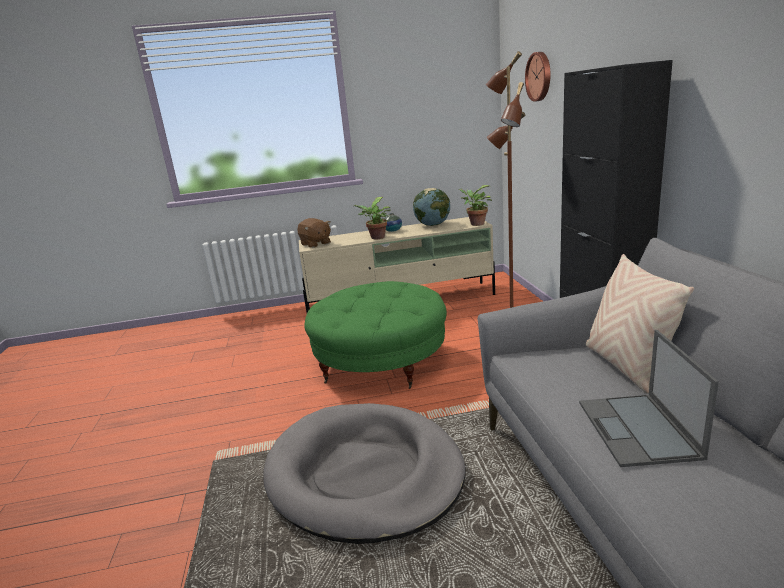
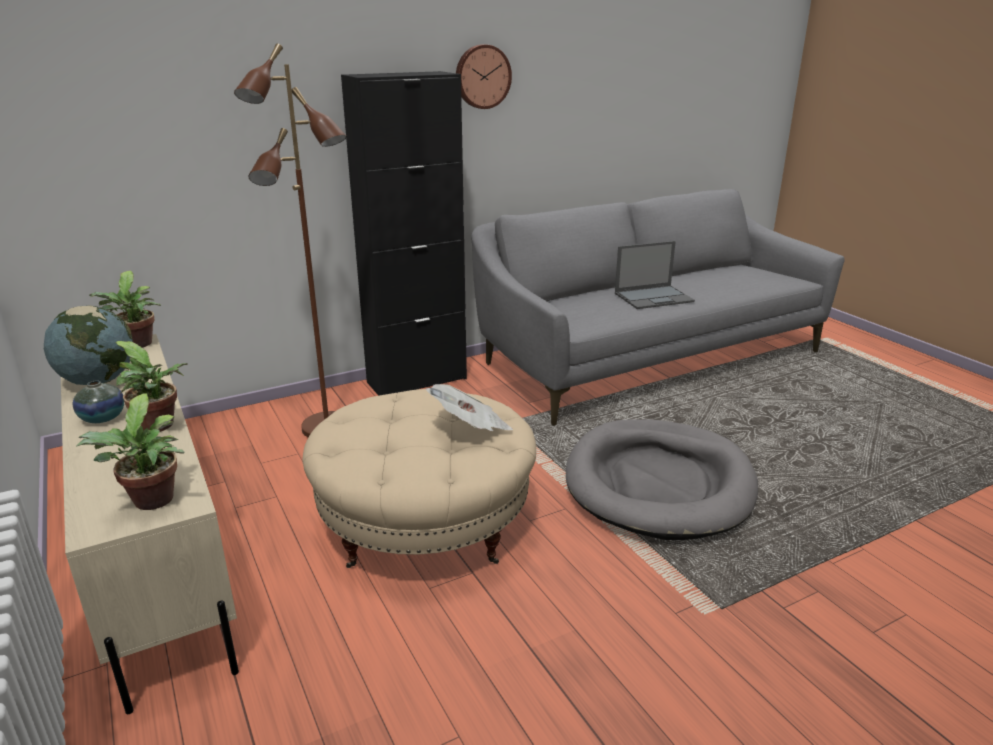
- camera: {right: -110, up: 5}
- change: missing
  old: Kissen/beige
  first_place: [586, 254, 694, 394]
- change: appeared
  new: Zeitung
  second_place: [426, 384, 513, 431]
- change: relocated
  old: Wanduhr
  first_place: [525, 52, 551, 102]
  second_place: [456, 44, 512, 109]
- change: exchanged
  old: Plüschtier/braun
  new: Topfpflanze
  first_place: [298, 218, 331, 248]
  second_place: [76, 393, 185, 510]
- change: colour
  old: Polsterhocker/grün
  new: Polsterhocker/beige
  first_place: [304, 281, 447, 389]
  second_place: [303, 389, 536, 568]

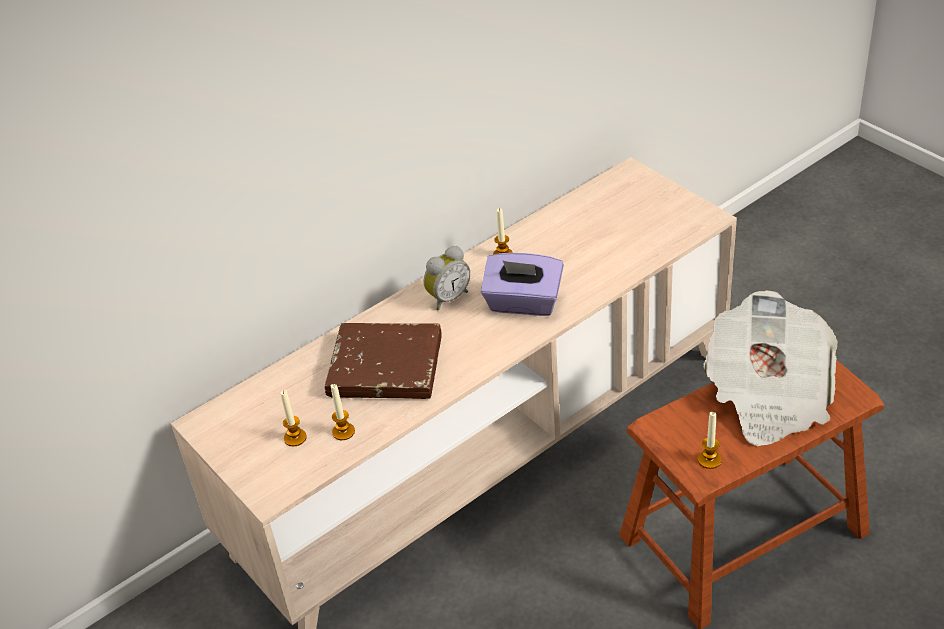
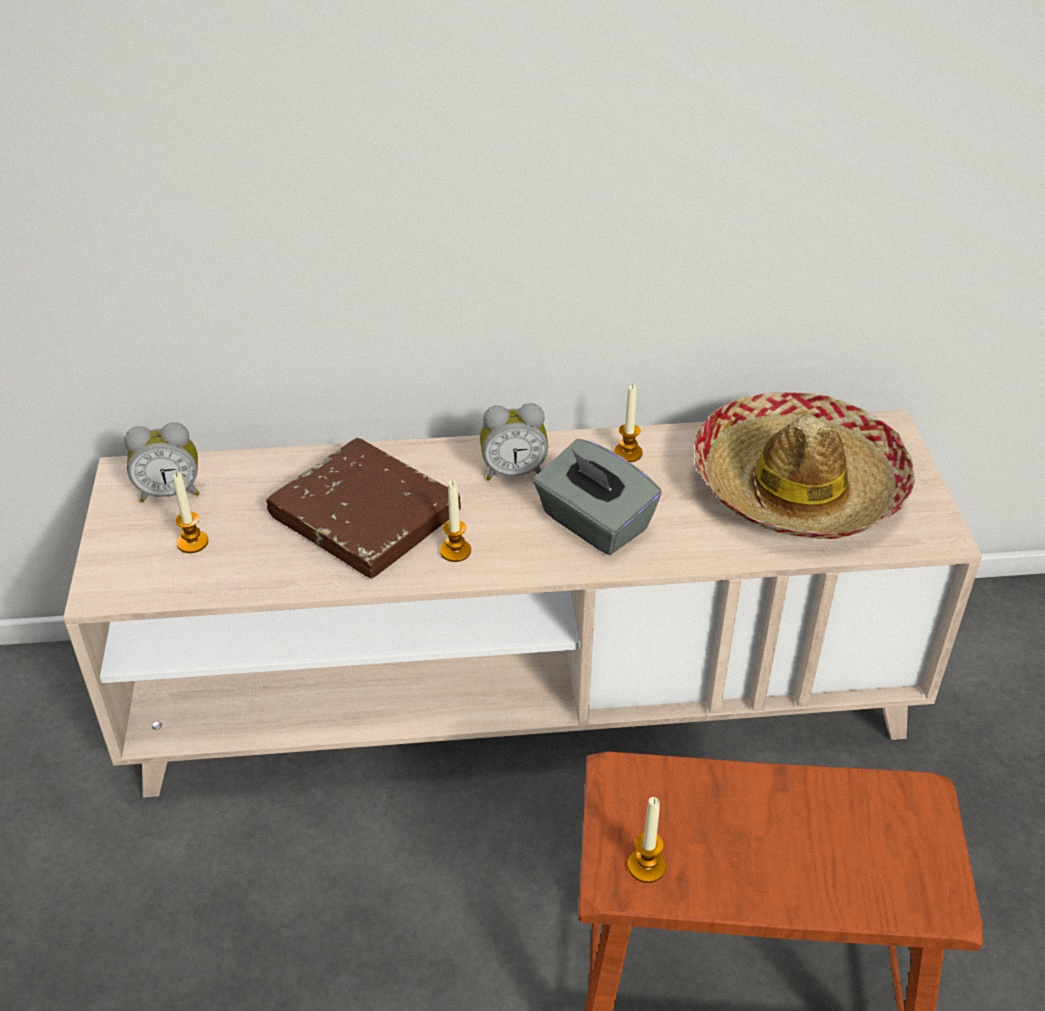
- camera: {right: 30, up: 0}
- change: missing
  old: Zeitung
  first_place: [703, 290, 838, 446]
- change: appeared
  new: Wecker
  second_place: [124, 422, 200, 502]
- change: appeared
  new: Hut
  second_place: [694, 392, 915, 539]
- change: relocated
  old: Kerze
  first_place: [331, 384, 355, 440]
  second_place: [440, 481, 471, 562]
- change: colour
  old: Taschentuchbox/lila
  new: Taschentuchbox/grau
  first_place: [481, 253, 564, 316]
  second_place: [533, 439, 662, 555]

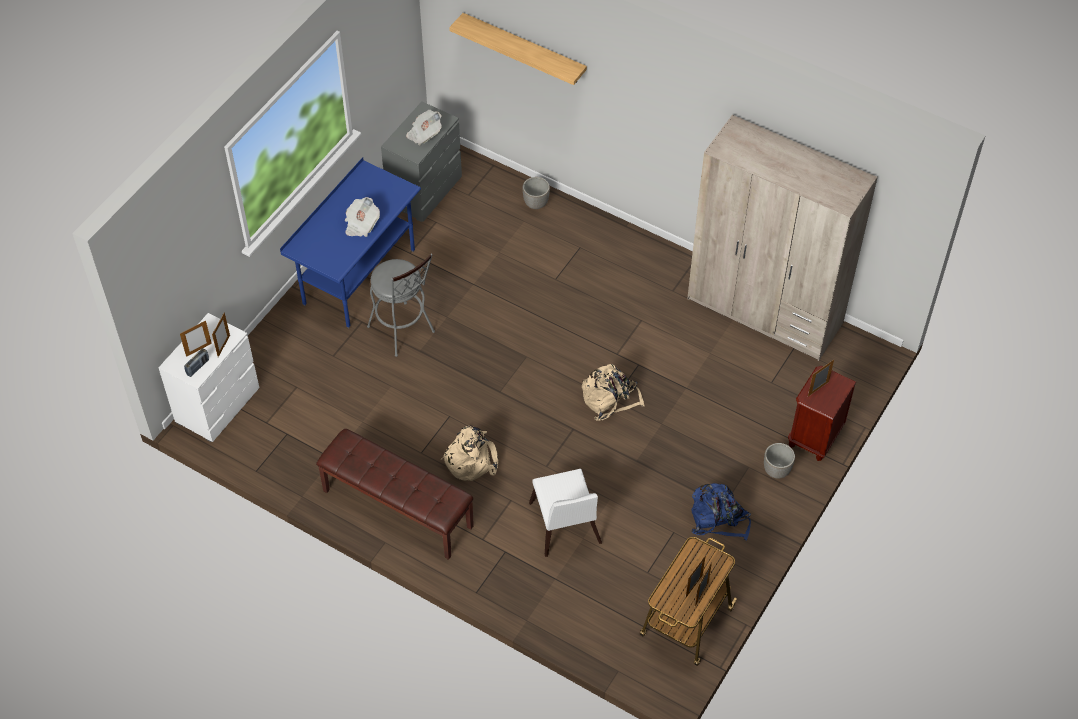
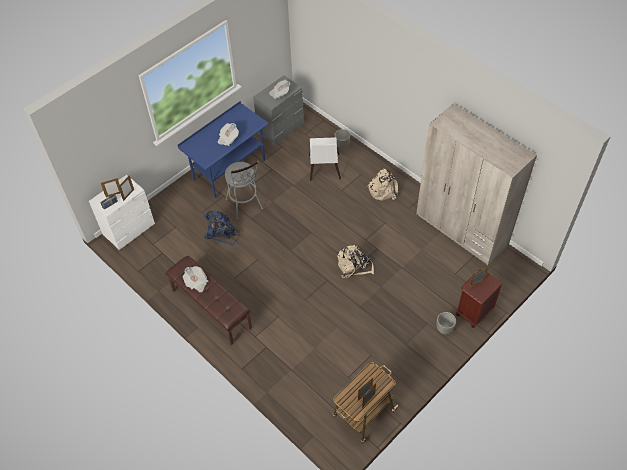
- camera: {right: 15, up: 0}
- change: missing
  old: Wandregal
  first_place: [449, 13, 587, 85]
- change: appeared
  new: Zeitung
  second_place: [183, 266, 208, 292]
- change: relocated
  old: Rucksack/beige
  first_place: [441, 425, 498, 481]
  second_place: [368, 168, 398, 201]
- change: relocated
  old: Stuhl/weiß
  first_place: [529, 469, 602, 557]
  second_place: [309, 137, 341, 181]
- change: relocated
  old: Rucksack/blau
  first_place: [691, 483, 751, 541]
  second_place: [204, 211, 238, 247]

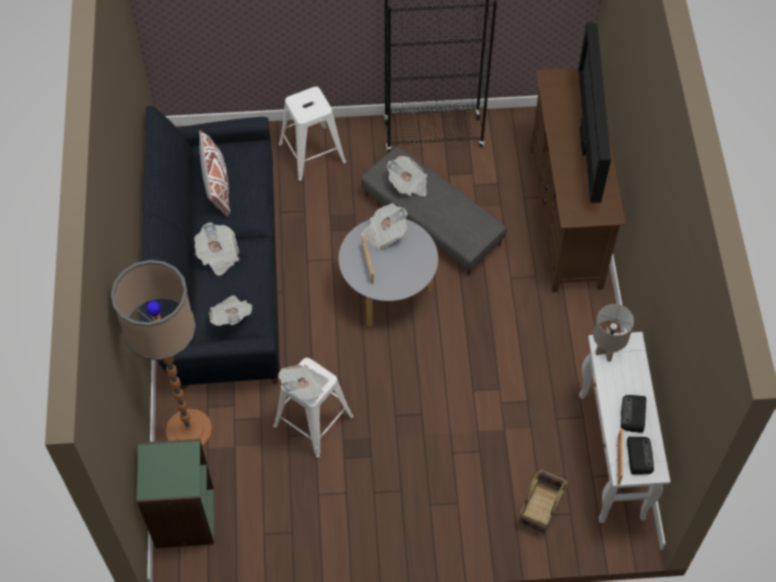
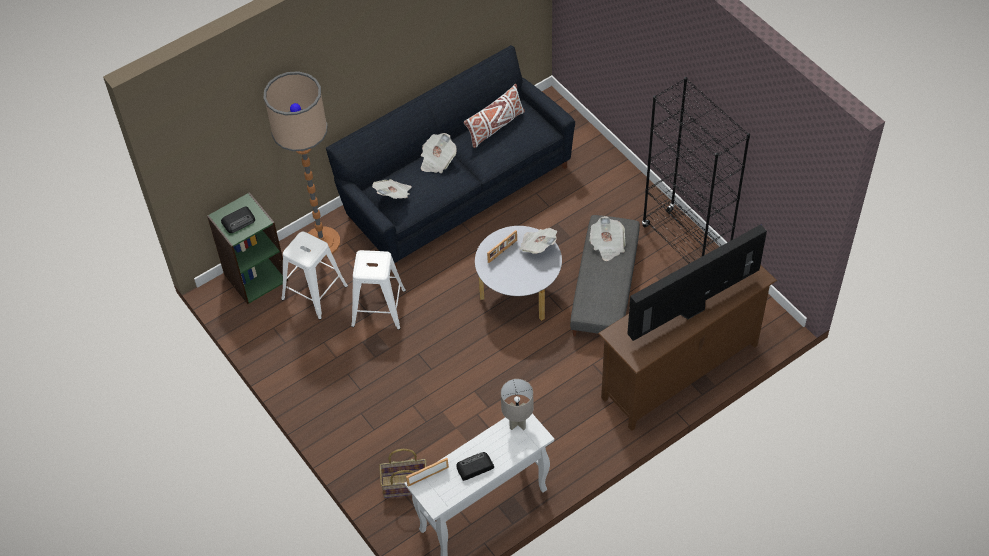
- camera: {right: 60, up: -5}
- change: missing
  old: Zeitung
  first_place: [278, 365, 329, 399]
- change: relocated
  old: Hocker/weiß
  first_place: [278, 87, 347, 182]
  second_place: [281, 232, 348, 320]
- change: relocated
  old: Radio
  first_place: [627, 437, 654, 475]
  second_place: [221, 206, 255, 233]

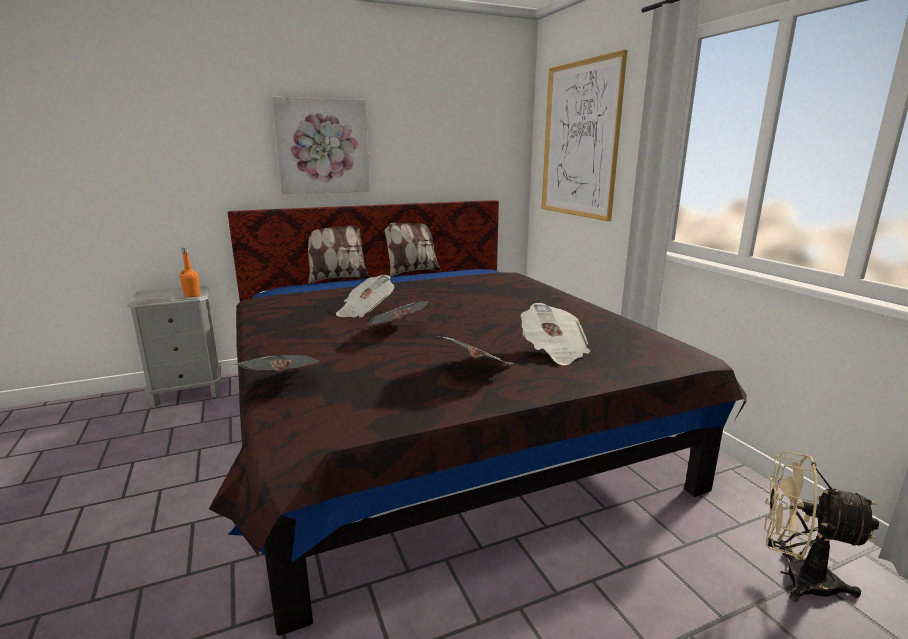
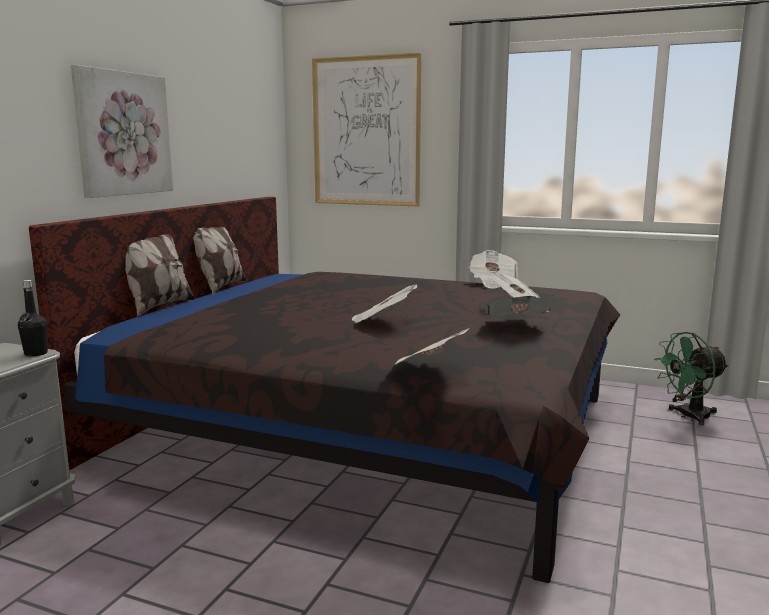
- camera: {right: -45, up: -5}
- change: relocated
  old: Zeitung
  first_place: [336, 275, 394, 318]
  second_place: [469, 250, 518, 288]
- change: colour
  old: Flasche/orange
  new: Flasche/schwarz
  first_place: [180, 247, 200, 297]
  second_place: [18, 280, 48, 357]
- change: colour
  old: Ventilator/beige
  new: Ventilator/grün
  first_place: [764, 451, 879, 602]
  second_place: [654, 332, 729, 426]

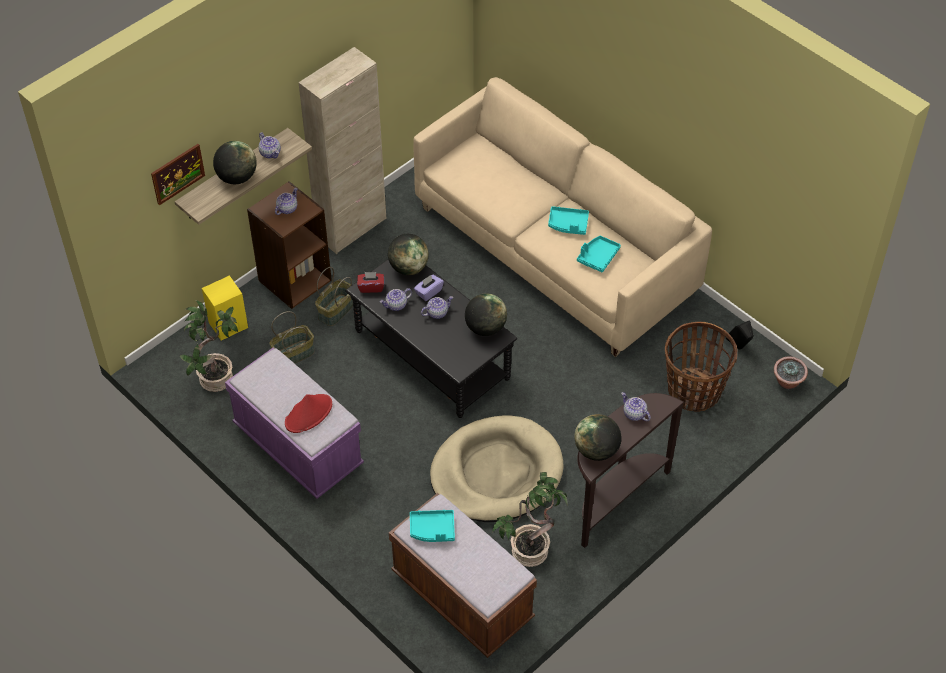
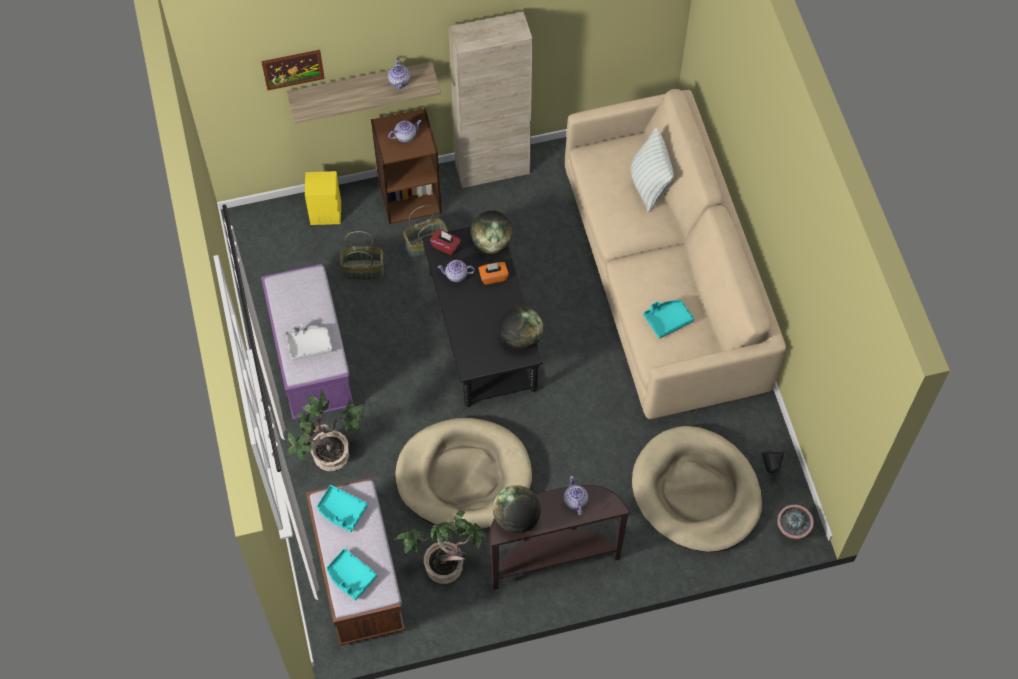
- camera: {right: 30, up: 10}
- change: missing
  old: Globus
  first_place: [213, 141, 257, 184]
- change: missing
  old: Teekanne
  first_place: [421, 296, 453, 319]
- change: appeared
  new: Kissen
  second_place: [631, 127, 674, 212]
- change: relocated
  old: Topfpflanze
  first_place: [180, 300, 238, 392]
  second_place: [288, 389, 365, 471]
- change: relocated
  old: Tablett/türkis
  first_place: [548, 206, 589, 235]
  second_place: [326, 548, 378, 601]
- change: exchanged
  old: Hut/rot
  new: Tablett/grau
  first_place: [285, 394, 332, 433]
  second_place: [285, 324, 332, 361]
- change: exchanged
  old: Korb
  new: Hundebett/beige
  first_place: [665, 322, 737, 412]
  second_place: [632, 426, 762, 552]
- change: colour
  old: Taschentuchbox/lila
  new: Taschentuchbox/orange
  first_place: [414, 275, 444, 301]
  second_place: [478, 262, 509, 285]

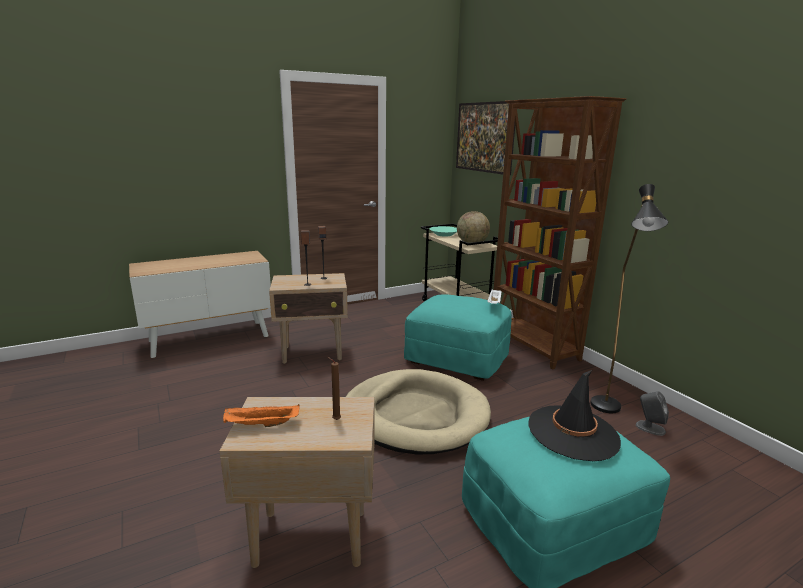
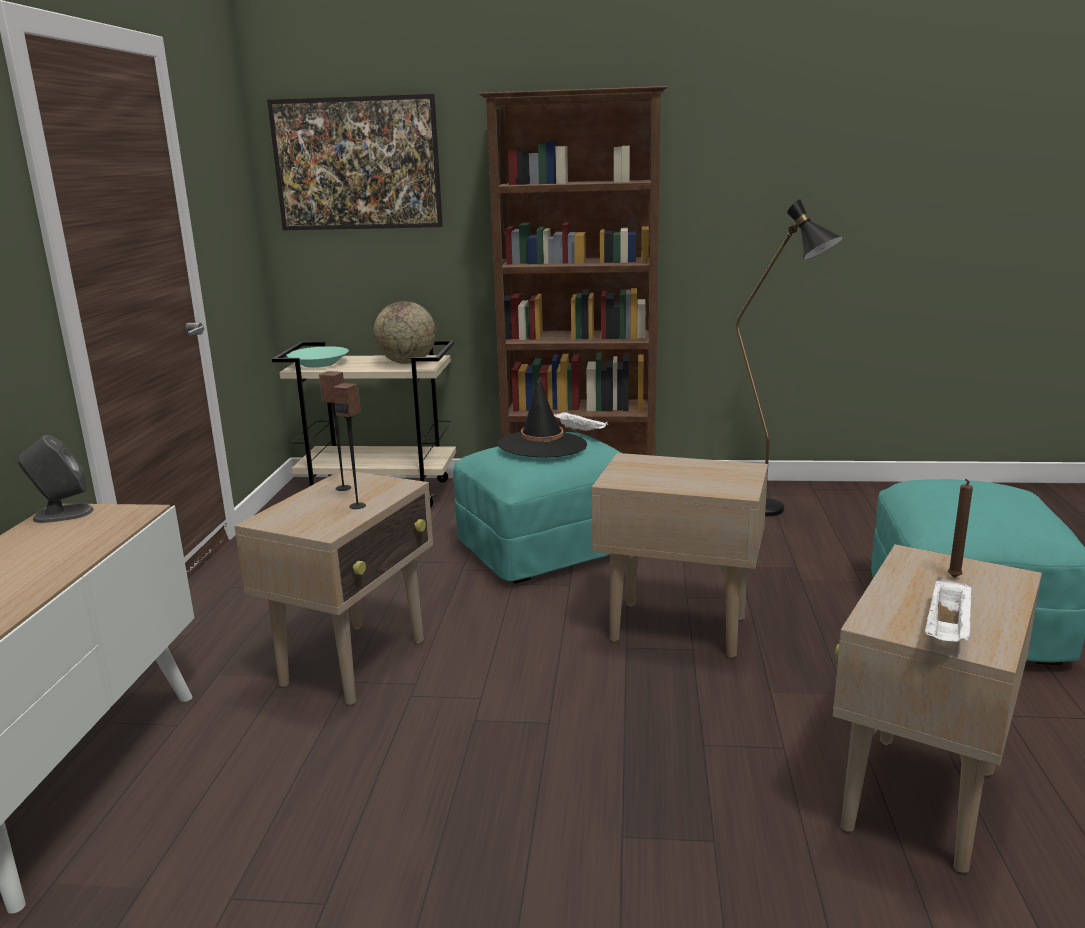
- camera: {right: -55, up: 0}
- change: relocated
  old: Hut/schwarz
  first_place: [528, 370, 621, 461]
  second_place: [498, 376, 587, 458]
- change: relocated
  old: Lautsprecher/grau
  first_place: [636, 391, 669, 436]
  second_place: [18, 435, 94, 523]
- change: exchanged
  old: Hundebett/beige
  new: Beistelltisch/beige
  first_place: [346, 369, 491, 455]
  second_place: [592, 453, 768, 657]
- change: colour
  old: Tablett/orange
  new: Tablett/weiß
  first_place: [223, 404, 300, 427]
  second_place: [925, 577, 972, 642]

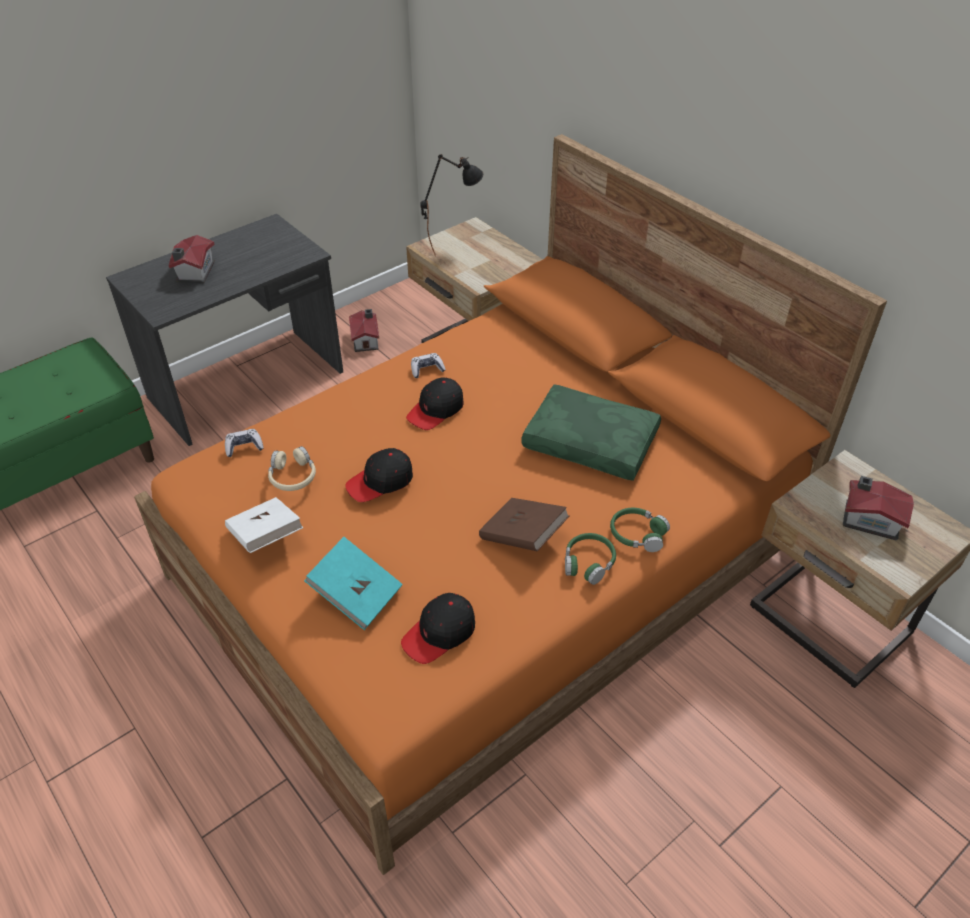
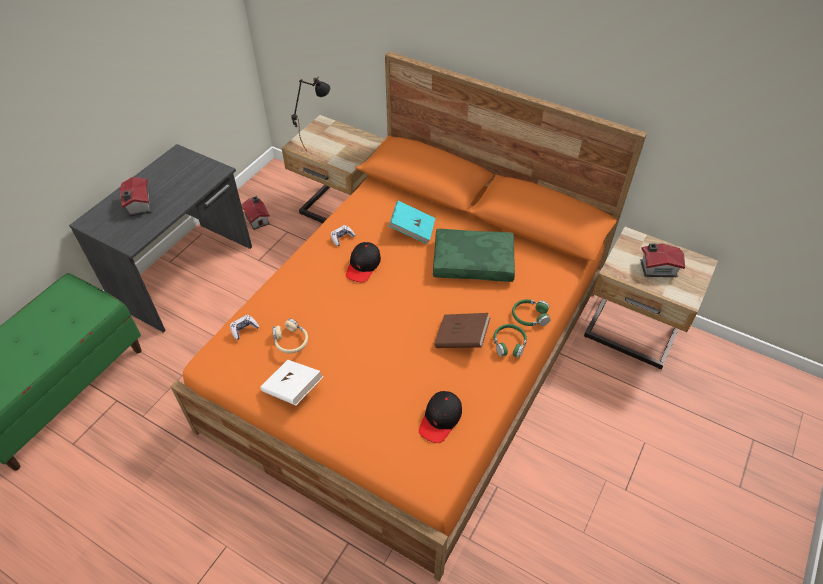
- camera: {right: -20, up: 5}
- change: missing
  old: Kappe/schwarz
  first_place: [345, 448, 413, 502]
- change: relocated
  old: Buch/türkis
  first_place: [304, 537, 403, 630]
  second_place: [389, 201, 435, 244]

